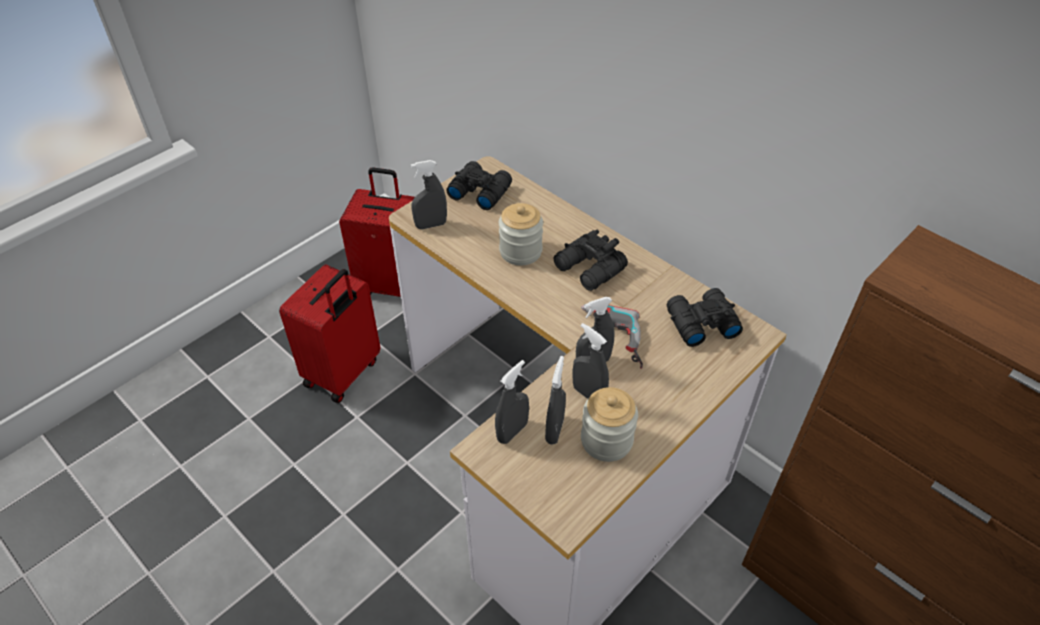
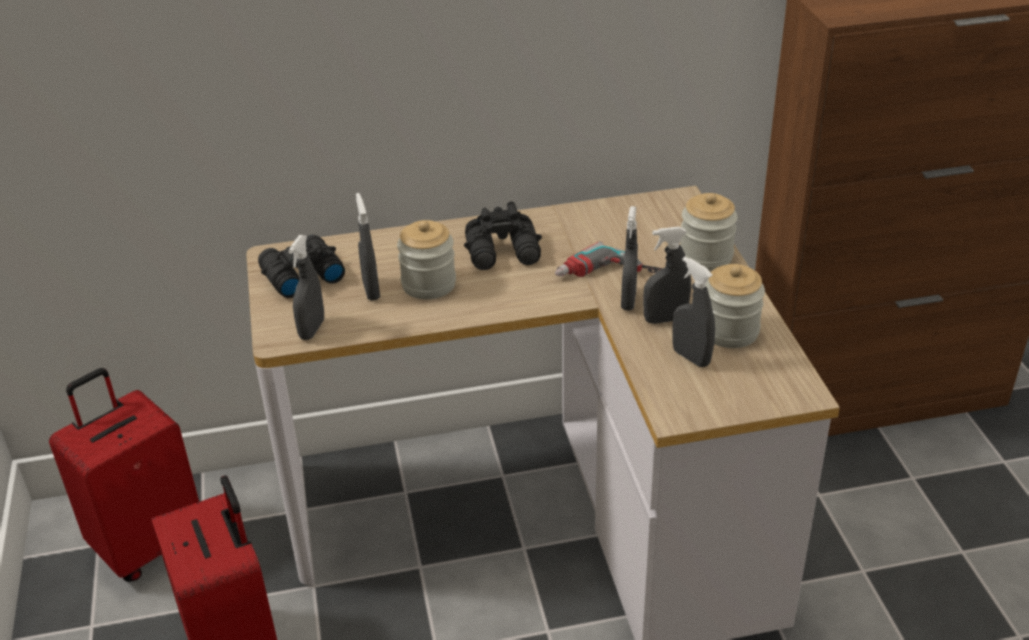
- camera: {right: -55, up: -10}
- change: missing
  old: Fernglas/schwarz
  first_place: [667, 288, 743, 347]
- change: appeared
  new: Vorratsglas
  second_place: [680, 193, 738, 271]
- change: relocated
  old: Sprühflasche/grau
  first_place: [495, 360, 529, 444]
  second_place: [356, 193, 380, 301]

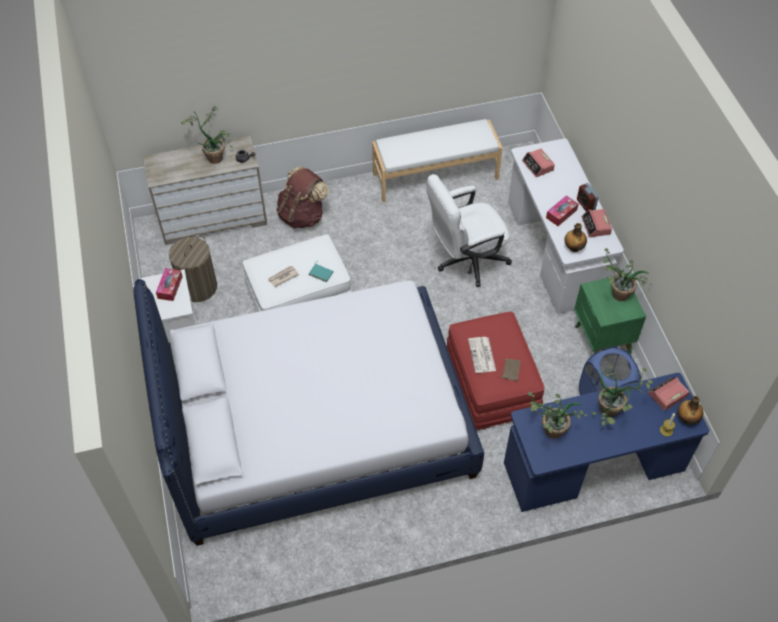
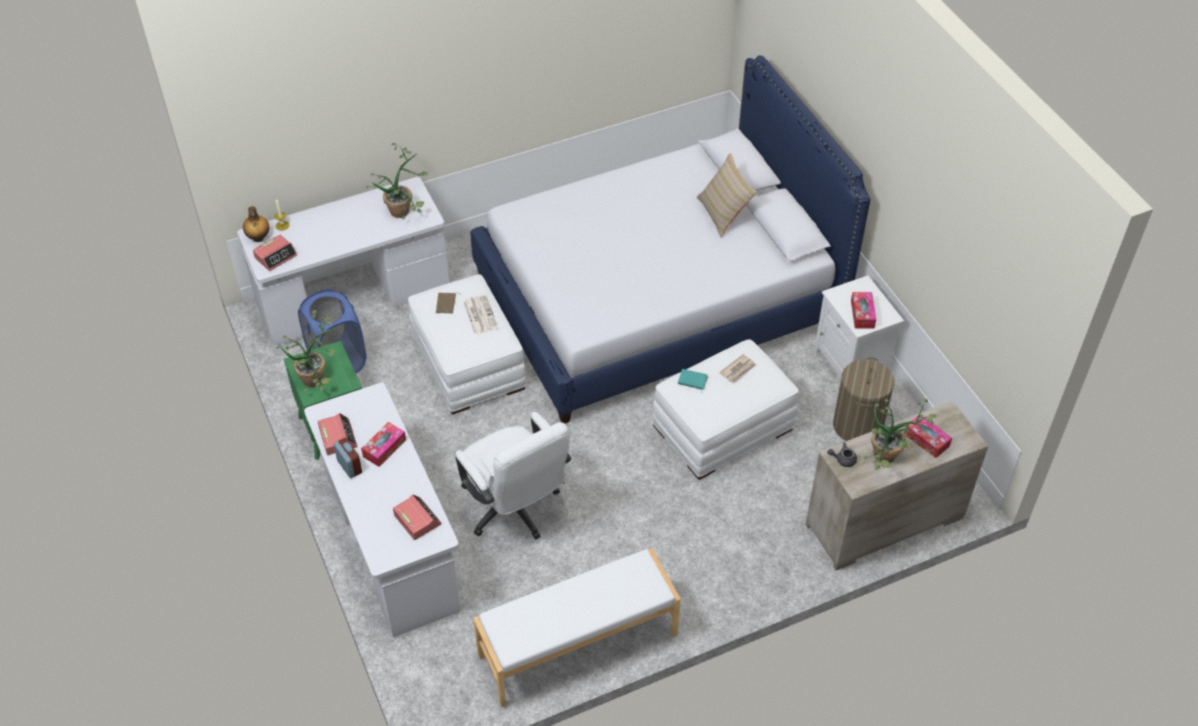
- camera: {right: 170, up: -5}
- change: missing
  old: Rucksack/braun
  first_place: [276, 166, 329, 228]
- change: missing
  old: Flasche
  first_place: [565, 223, 587, 252]
- change: missing
  old: Topfpflanze
  first_place: [592, 366, 653, 426]
- change: appeared
  new: Kissen/beige
  second_place: [697, 153, 757, 238]
- change: appeared
  new: Taschentuchbox
  second_place: [904, 414, 952, 458]
- change: colour
  old: Polsterhocker/rot
  new: Polsterhocker/weiß
  first_place: [447, 312, 544, 431]
  second_place: [408, 274, 526, 415]
- change: colour
  old: Schreibtisch/blau
  new: Schreibtisch/weiß
  first_place: [504, 373, 709, 512]
  second_place: [237, 177, 450, 346]
- change: spun
  old: Bürostuhl/weiß
  first_place: [426, 174, 512, 287]
  second_place: [456, 412, 571, 539]
  degrees: 90

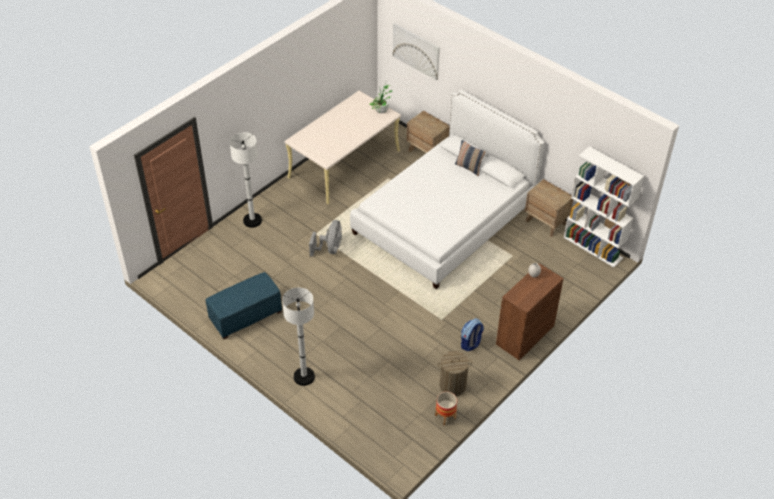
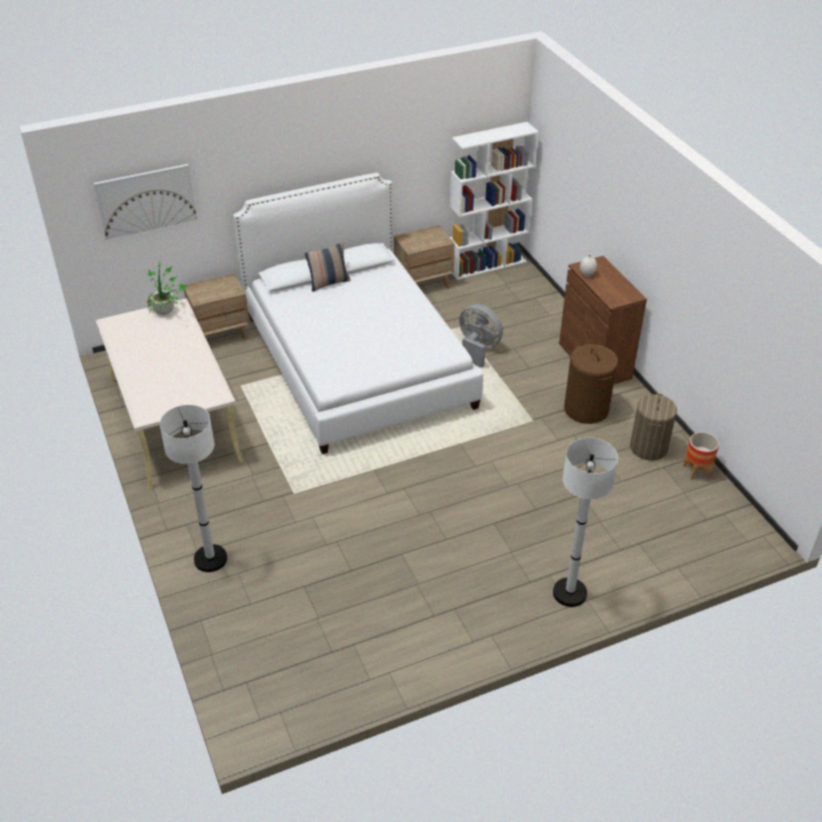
- camera: {right: -65, up: -5}
- change: missing
  old: Polsterhocker/blau
  first_place: [206, 272, 282, 339]
- change: relocated
  old: Ventilator/grau
  first_place: [309, 220, 342, 256]
  second_place: [459, 304, 503, 368]
- change: exchanged
  old: Rucksack
  new: Wäschekorb/braun
  first_place: [461, 318, 484, 351]
  second_place: [564, 343, 618, 424]

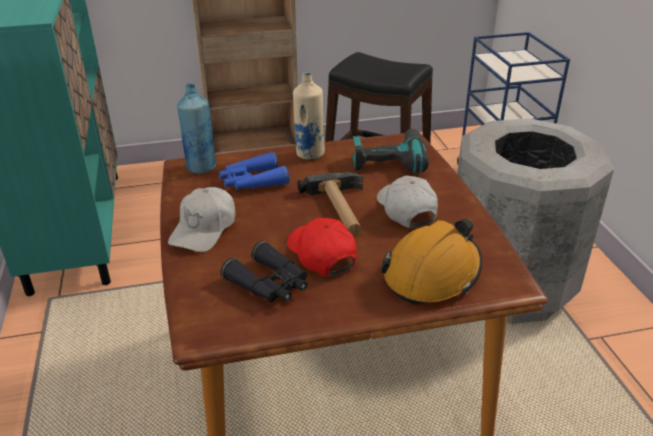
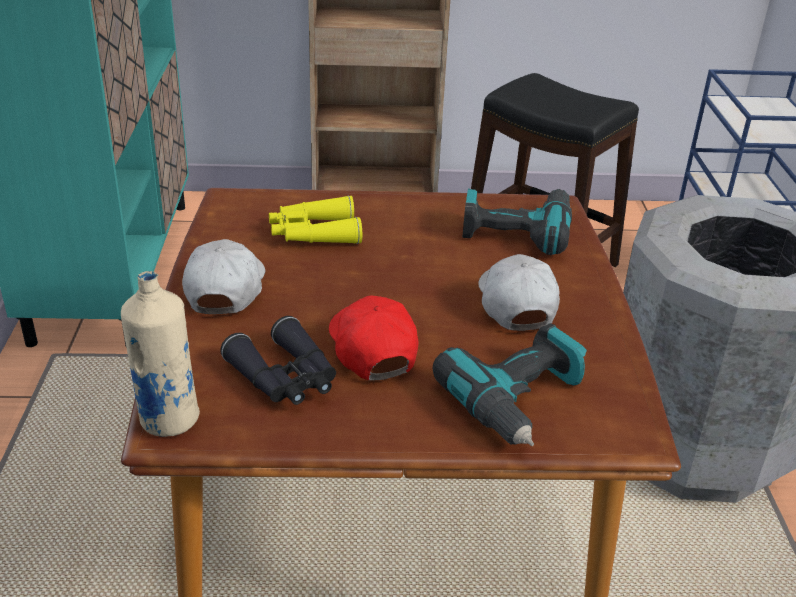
- camera: {right: 10, up: 0}
- change: missing
  old: Flasche/blau
  first_place: [177, 83, 216, 174]
- change: missing
  old: Hammer
  first_place: [298, 172, 363, 236]
- change: relocated
  old: Flasche/beige
  first_place: [293, 72, 325, 160]
  second_place: [121, 271, 200, 437]
- change: exchanged
  old: Schutzhelm/orange
  new: Bohrmaschine
  first_place: [381, 219, 482, 305]
  second_place: [433, 323, 587, 446]
- change: colour
  old: Fernglas/blau
  new: Fernglas/gelb
  first_place: [219, 152, 289, 190]
  second_place: [269, 195, 362, 244]
- change: spun
  old: Kappe/weiß
  first_place: [168, 187, 235, 252]
  second_place: [182, 239, 265, 314]
  degrees: 150

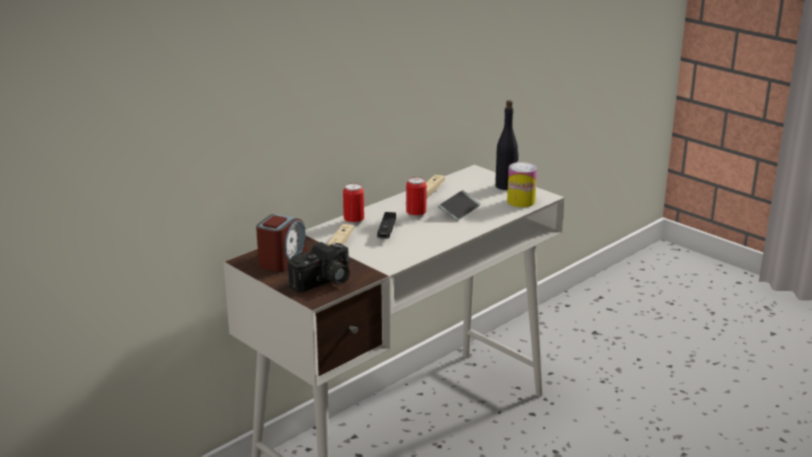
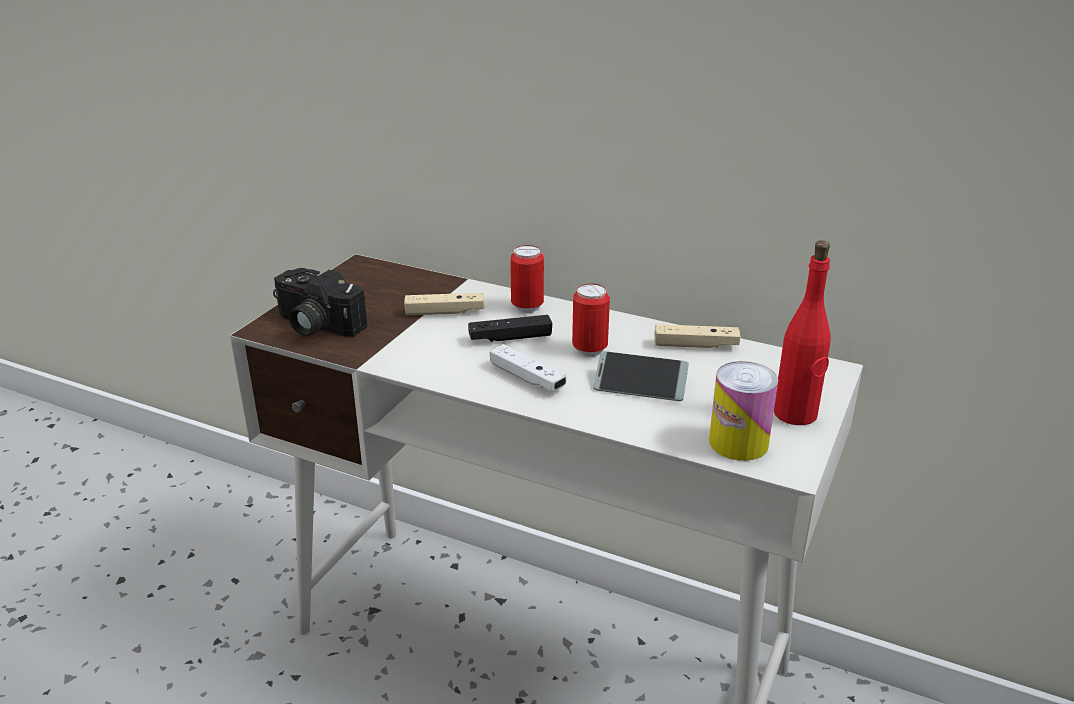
- camera: {right: 70, up: 5}
- change: missing
  old: Wecker
  first_place: [256, 214, 306, 272]
- change: appeared
  new: Gamepad/weiß
  second_place: [490, 344, 567, 392]
- change: colour
  old: Flasche/schwarz
  new: Flasche/rot
  first_place: [495, 100, 518, 190]
  second_place: [774, 241, 831, 425]

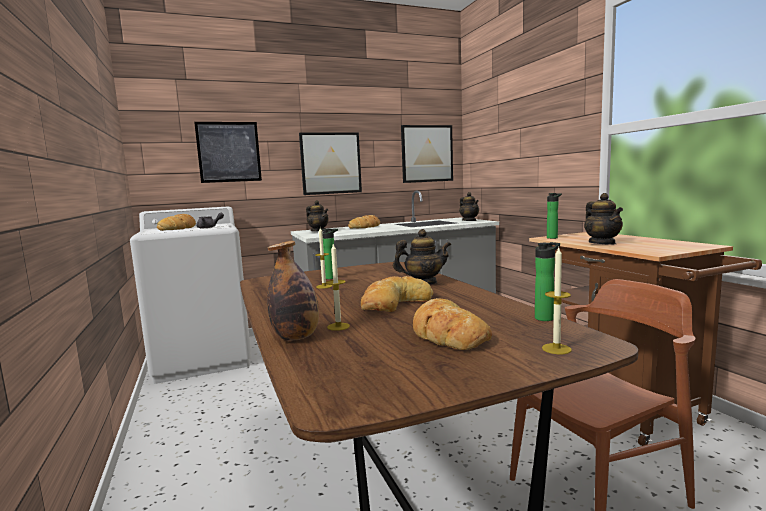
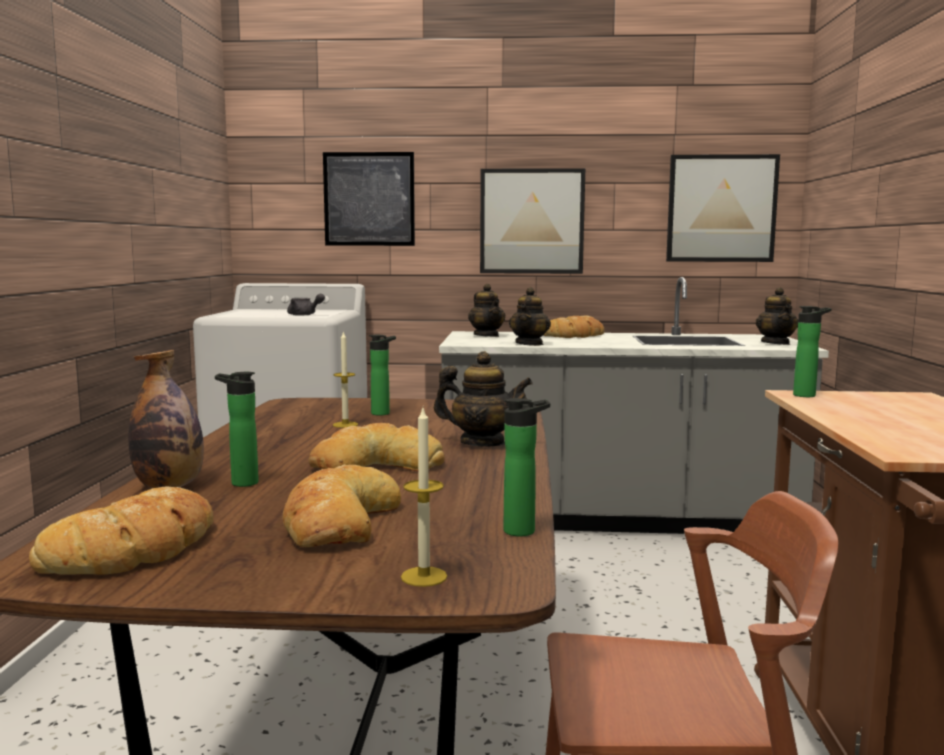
- camera: {right: 25, up: 0}
- change: relocated
  old: Brot
  first_place: [157, 214, 196, 231]
  second_place: [29, 487, 213, 575]
- change: relocated
  old: Teekanne
  first_place: [584, 193, 623, 245]
  second_place: [509, 287, 551, 346]
- change: exchanged
  old: Kerze
  new: Flasche
  first_place: [326, 244, 350, 331]
  second_place: [215, 372, 259, 487]

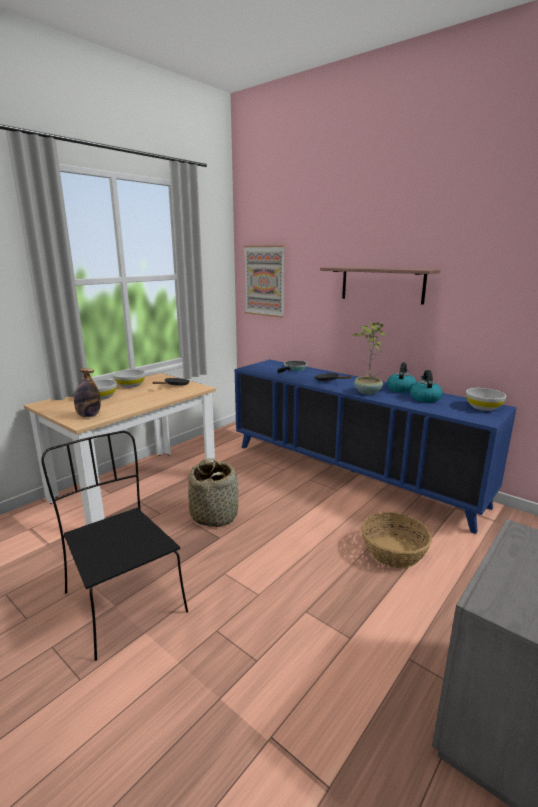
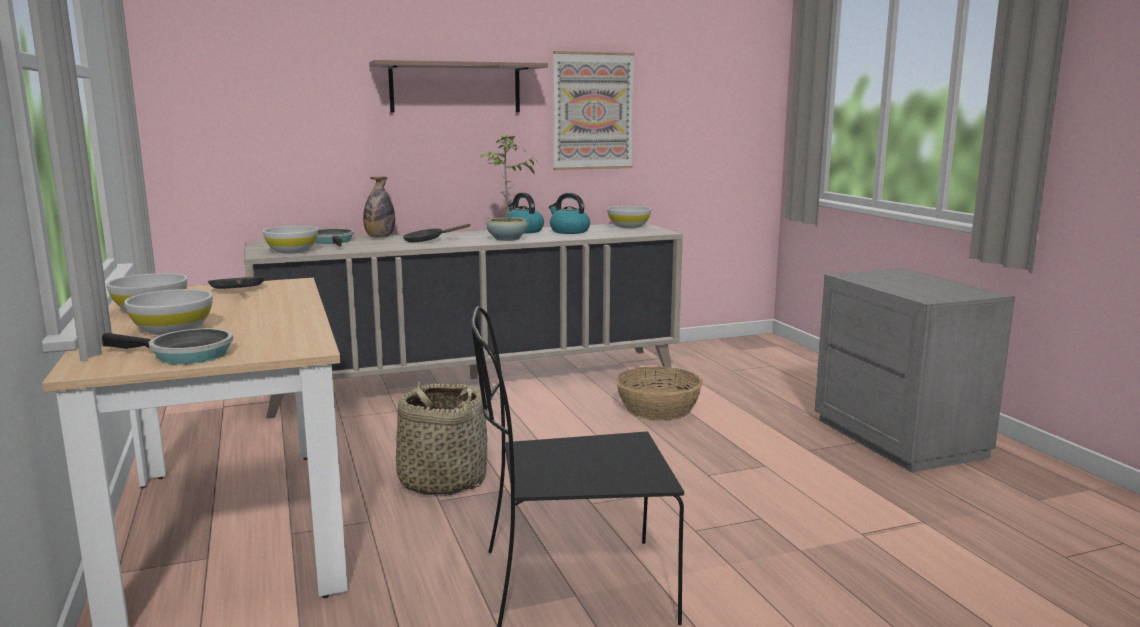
- camera: {right: -60, up: -5}
- change: appeared
  new: Pfanne
  second_place: [102, 328, 233, 364]
- change: appeared
  new: Schüssel/weiß
  second_place: [263, 226, 318, 254]
- change: relocated
  old: Flasche
  first_place: [74, 368, 101, 417]
  second_place: [363, 177, 395, 238]
- change: relocated
  old: Bild
  first_place: [244, 245, 285, 318]
  second_place: [553, 51, 635, 170]
- change: colour
  old: Schrank/blau
  new: Schrank/beige
  first_place: [235, 360, 517, 534]
  second_place: [244, 223, 683, 419]

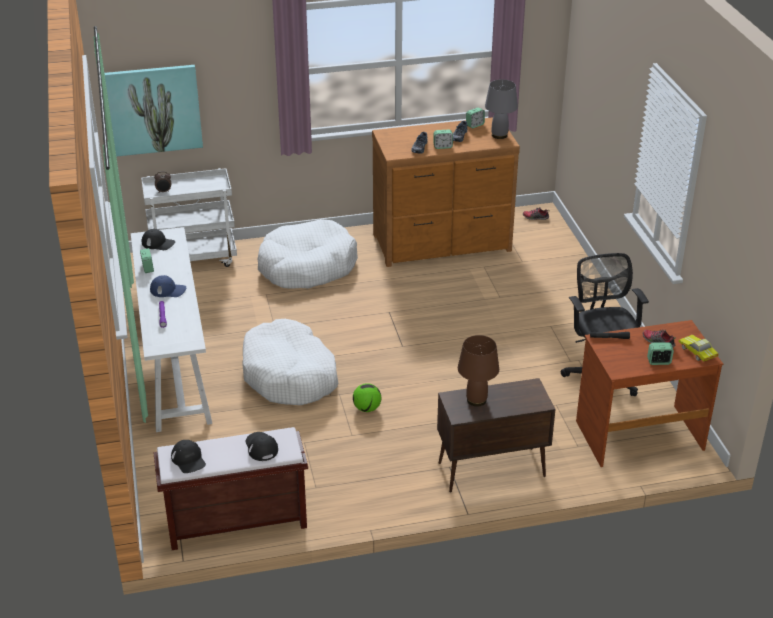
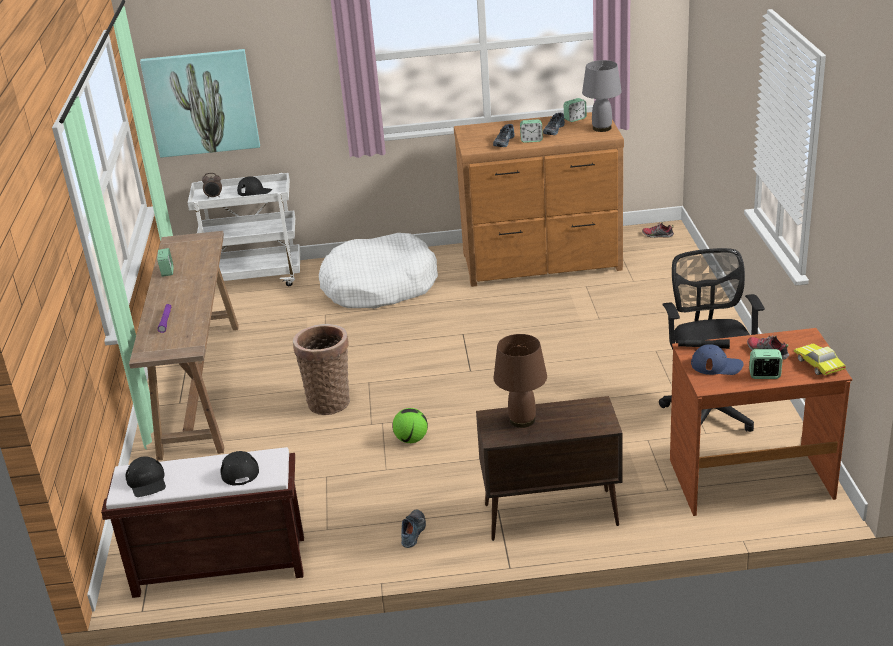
- camera: {right: 10, up: -5}
- change: appeared
  new: Schuh
  second_place: [401, 510, 426, 548]
- change: relocated
  old: Kappe/schwarz
  first_place: [141, 229, 175, 250]
  second_place: [237, 176, 272, 196]
- change: relocated
  old: Kappe/blau
  first_place: [150, 275, 186, 297]
  second_place: [691, 344, 744, 375]
- change: exchanged
  old: Hundebett/weiß
  new: Korb
  first_place: [242, 319, 338, 405]
  second_place: [293, 324, 350, 415]
- change: colour
  old: Konsolentisch/weiß
  new: Konsolentisch/braun
  first_place: [131, 227, 212, 432]
  second_place: [129, 231, 239, 461]

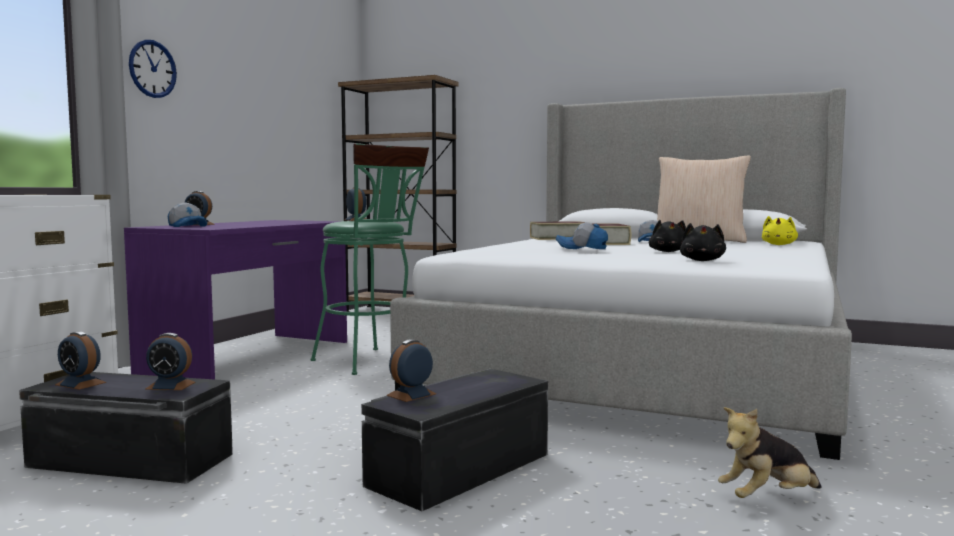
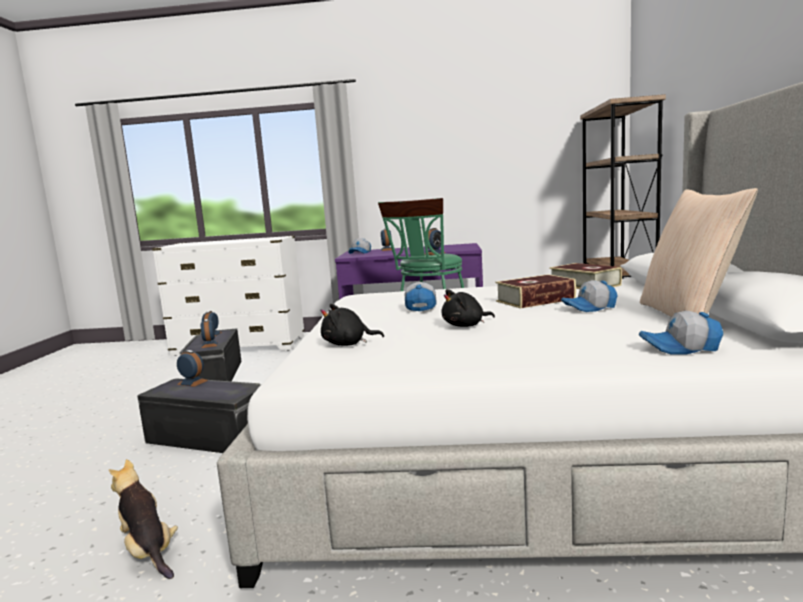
- camera: {right: 70, up: 5}
- change: missing
  old: Wanduhr
  first_place: [129, 40, 177, 98]
- change: exchanged
  old: Plüschtier/gelb
  new: Kappe
  first_place: [762, 216, 798, 245]
  second_place: [639, 311, 723, 355]

